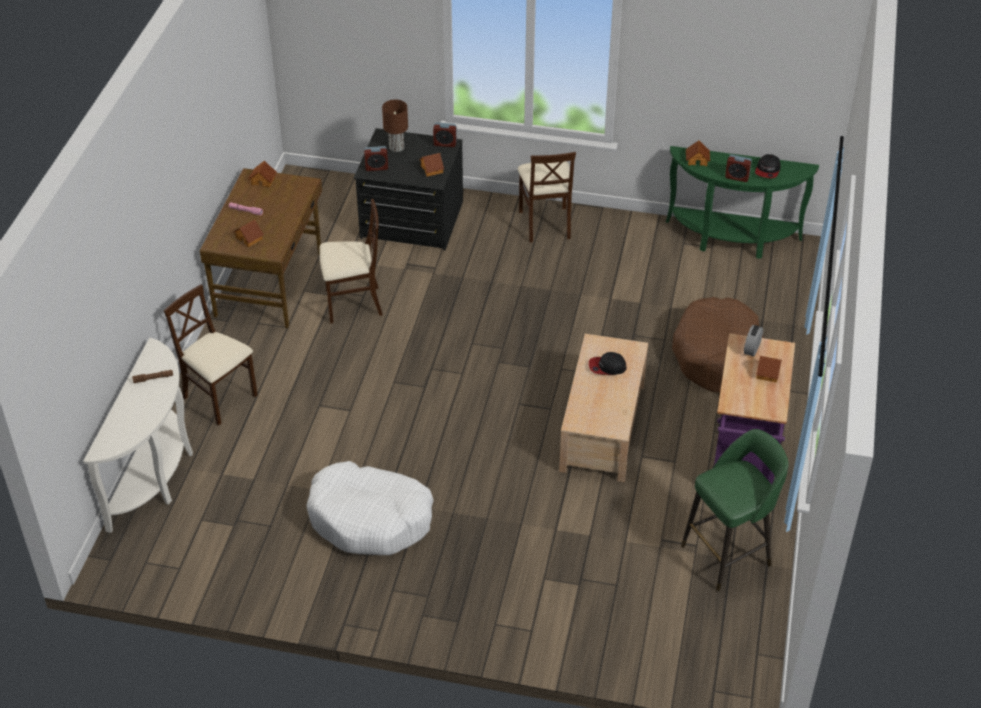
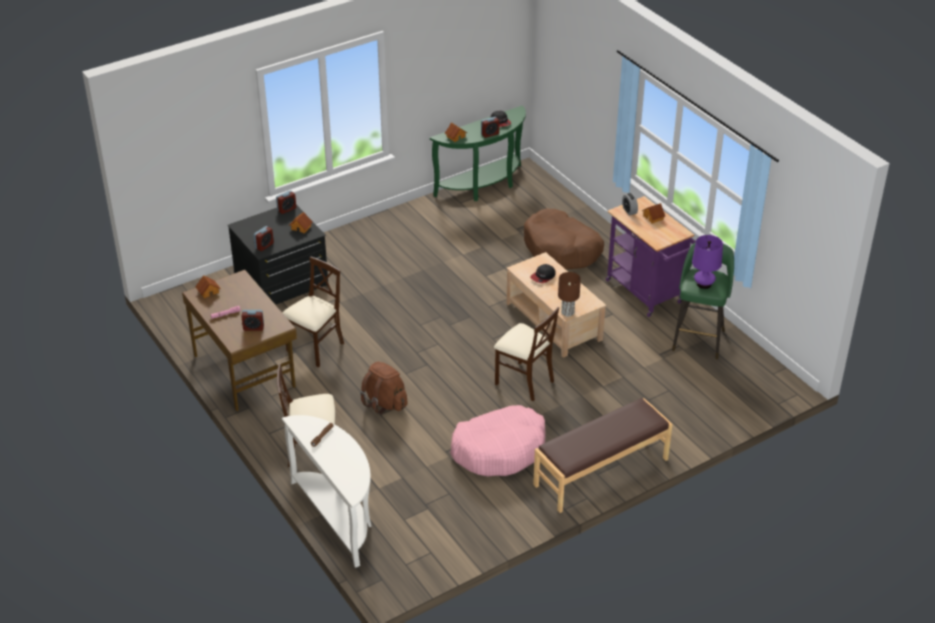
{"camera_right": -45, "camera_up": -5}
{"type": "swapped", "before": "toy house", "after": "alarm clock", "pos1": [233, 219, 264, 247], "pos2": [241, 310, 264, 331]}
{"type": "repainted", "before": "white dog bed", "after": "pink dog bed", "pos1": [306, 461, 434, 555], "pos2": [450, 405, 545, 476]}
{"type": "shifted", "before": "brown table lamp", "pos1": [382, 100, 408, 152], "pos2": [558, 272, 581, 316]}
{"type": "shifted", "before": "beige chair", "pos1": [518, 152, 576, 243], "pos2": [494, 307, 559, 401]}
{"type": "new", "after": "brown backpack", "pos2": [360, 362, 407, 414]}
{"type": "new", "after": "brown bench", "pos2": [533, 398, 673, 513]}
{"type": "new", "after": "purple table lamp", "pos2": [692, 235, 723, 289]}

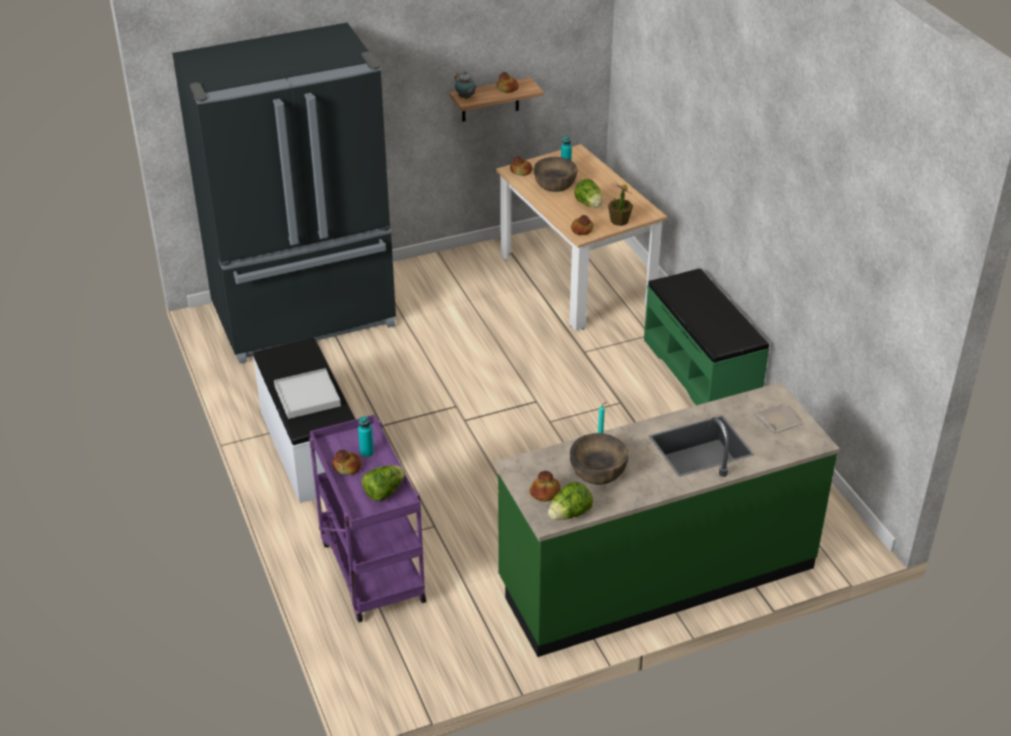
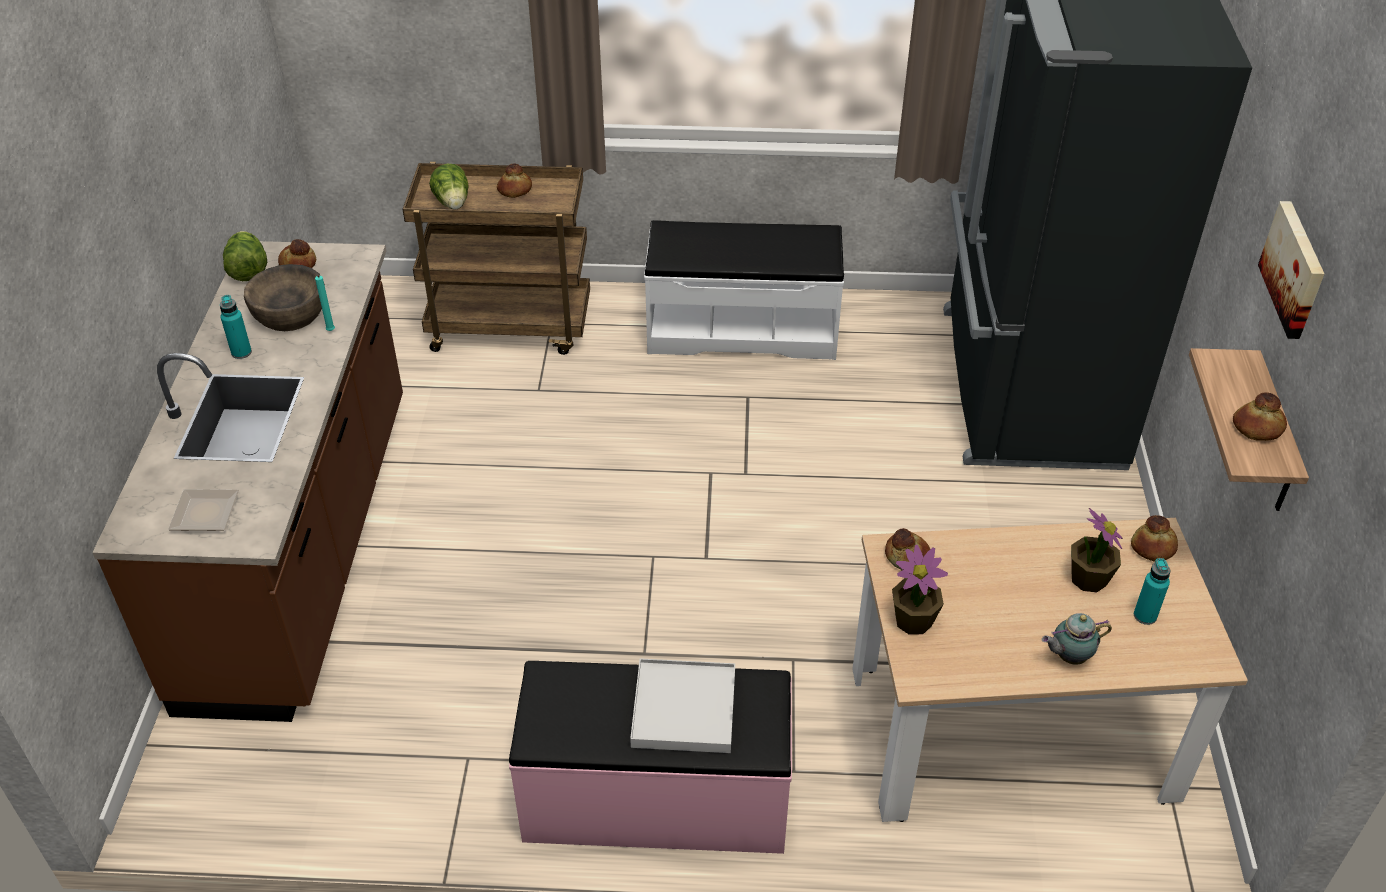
{"camera_right": 115, "camera_up": 5}
{"type": "shifted", "before": "white tray", "pos1": [274, 368, 341, 419], "pos2": [630, 658, 735, 753]}
{"type": "repainted", "before": "purple cart", "after": "brown cart", "pos1": [309, 415, 426, 622], "pos2": [403, 162, 590, 355]}
{"type": "shifted", "before": "turquoise bottle", "pos1": [358, 416, 374, 457], "pos2": [220, 295, 252, 359]}
{"type": "shifted", "before": "teapot", "pos1": [455, 71, 477, 99], "pos2": [1042, 613, 1112, 665]}
{"type": "repainted", "before": "green counter", "after": "brown counter", "pos1": [494, 382, 840, 657], "pos2": [92, 241, 403, 722]}
{"type": "swapped", "before": "brown bowl", "after": "potted plant", "pos1": [534, 157, 577, 192], "pos2": [1071, 508, 1123, 592]}
{"type": "gone", "before": "lettuce", "pos1": [574, 179, 602, 208]}
{"type": "repainted", "before": "green bench", "after": "pink bench", "pos1": [644, 268, 769, 405], "pos2": [509, 661, 792, 854]}
{"type": "new", "after": "picture", "pos2": [1258, 201, 1324, 339]}

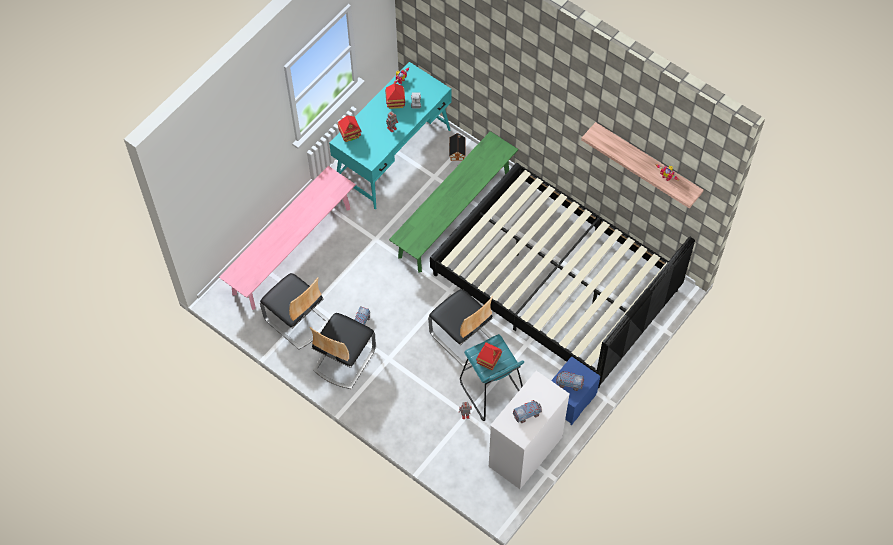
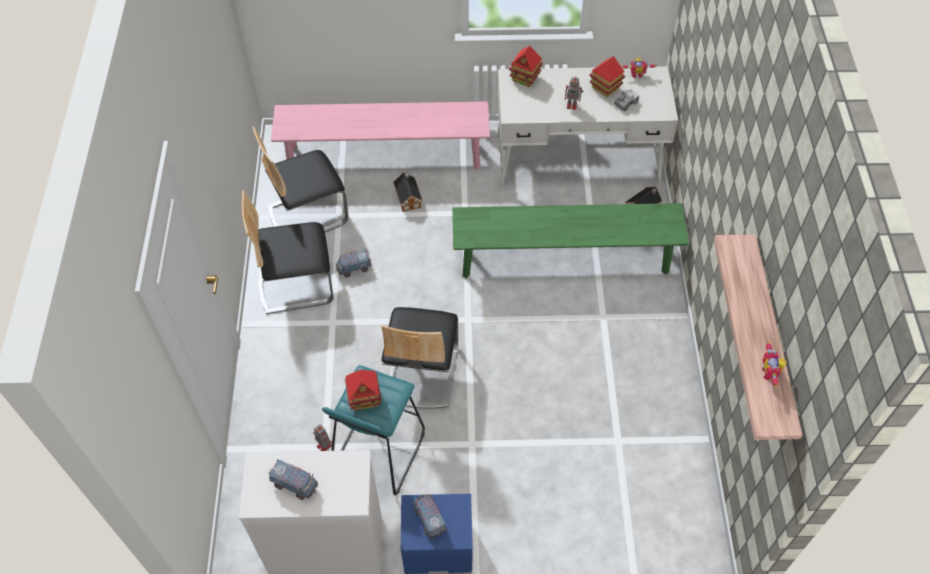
{"camera_right": 50, "camera_up": -5}
{"type": "rotated", "before": "chair", "pos1": [260, 273, 329, 350], "pos2": [253, 126, 349, 232], "turn": 60}
{"type": "repainted", "before": "turquoise desk", "after": "white desk", "pos1": [329, 62, 451, 209], "pos2": [496, 66, 678, 189]}
{"type": "gone", "before": "black bed", "pos1": [430, 163, 695, 388]}
{"type": "new", "after": "toy house", "pos2": [393, 173, 422, 212]}

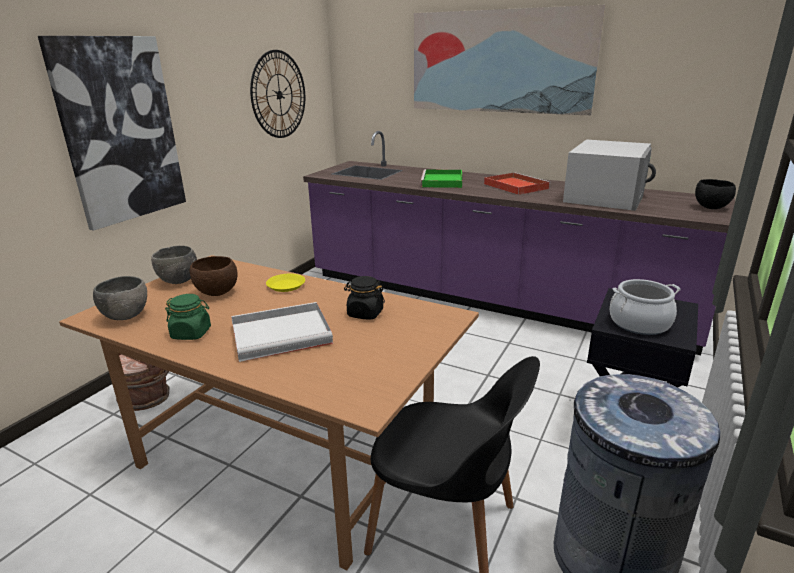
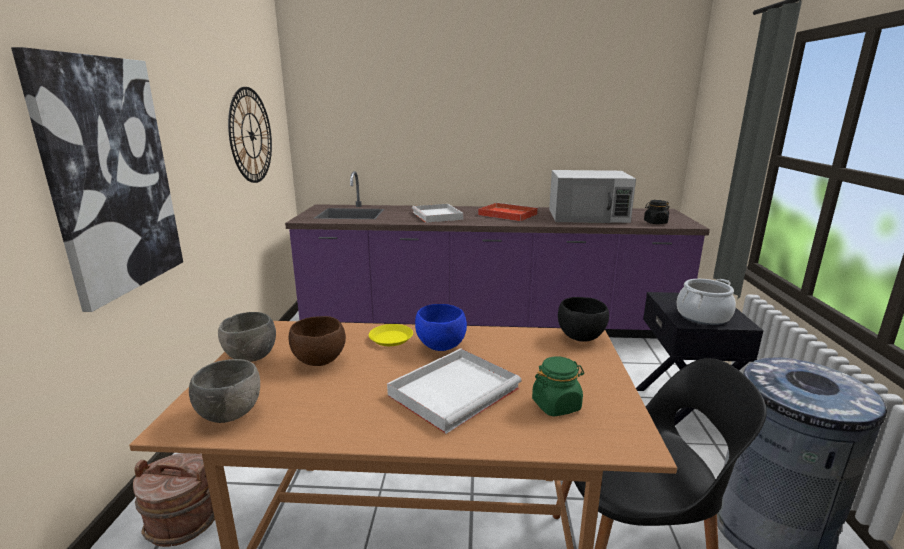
{"camera_right": -25, "camera_up": -5}
{"type": "shifted", "before": "green jar", "pos1": [165, 294, 211, 340], "pos2": [532, 356, 584, 417]}
{"type": "shifted", "before": "black jar", "pos1": [344, 276, 385, 320], "pos2": [644, 200, 670, 224]}
{"type": "gone", "before": "picture", "pos1": [414, 5, 605, 116]}
{"type": "repainted", "before": "green tray", "after": "white tray", "pos1": [420, 169, 462, 188], "pos2": [412, 204, 463, 223]}
{"type": "rotated", "before": "white microwave", "pos1": [563, 139, 656, 211], "pos2": [549, 170, 636, 223], "turn": 90}
{"type": "shifted", "before": "black bowl", "pos1": [695, 179, 736, 209], "pos2": [558, 297, 609, 342]}
{"type": "new", "after": "blue bowl", "pos2": [415, 304, 467, 351]}

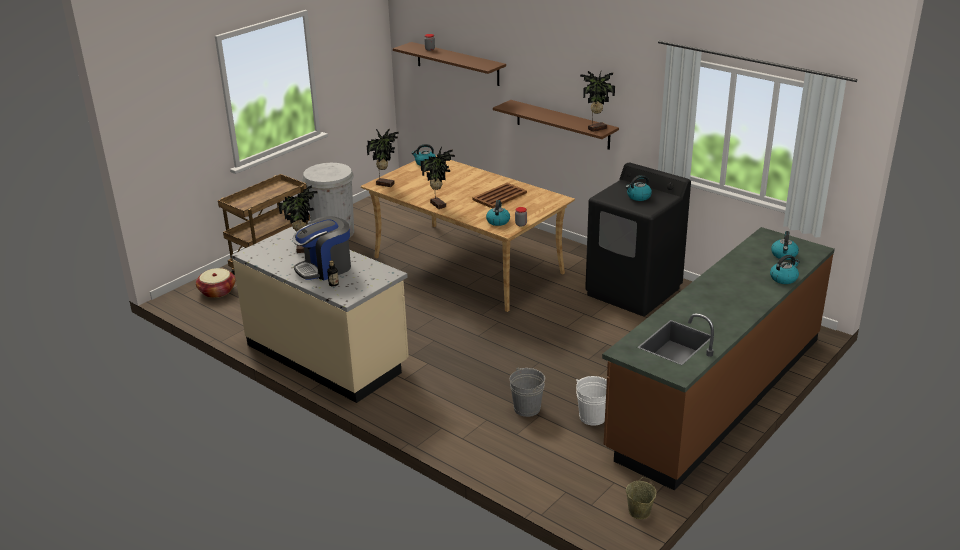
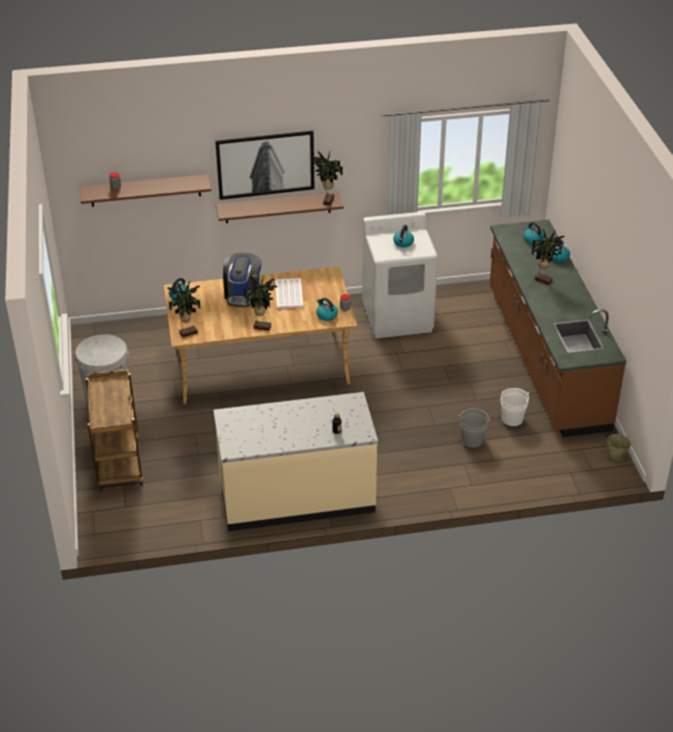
{"camera_right": -50, "camera_up": 10}
{"type": "gone", "before": "basket", "pos1": [196, 268, 235, 298]}
{"type": "shifted", "before": "potted plant", "pos1": [278, 185, 318, 253], "pos2": [532, 229, 564, 285]}
{"type": "shifted", "before": "coffee machine", "pos1": [293, 216, 351, 280], "pos2": [223, 253, 261, 307]}
{"type": "repainted", "before": "brown tray", "after": "white tray", "pos1": [472, 183, 527, 209], "pos2": [275, 278, 303, 309]}
{"type": "repainted", "before": "black washing machine", "after": "white washing machine", "pos1": [585, 163, 691, 316], "pos2": [362, 212, 438, 338]}
{"type": "new", "after": "picture", "pos2": [215, 130, 315, 200]}

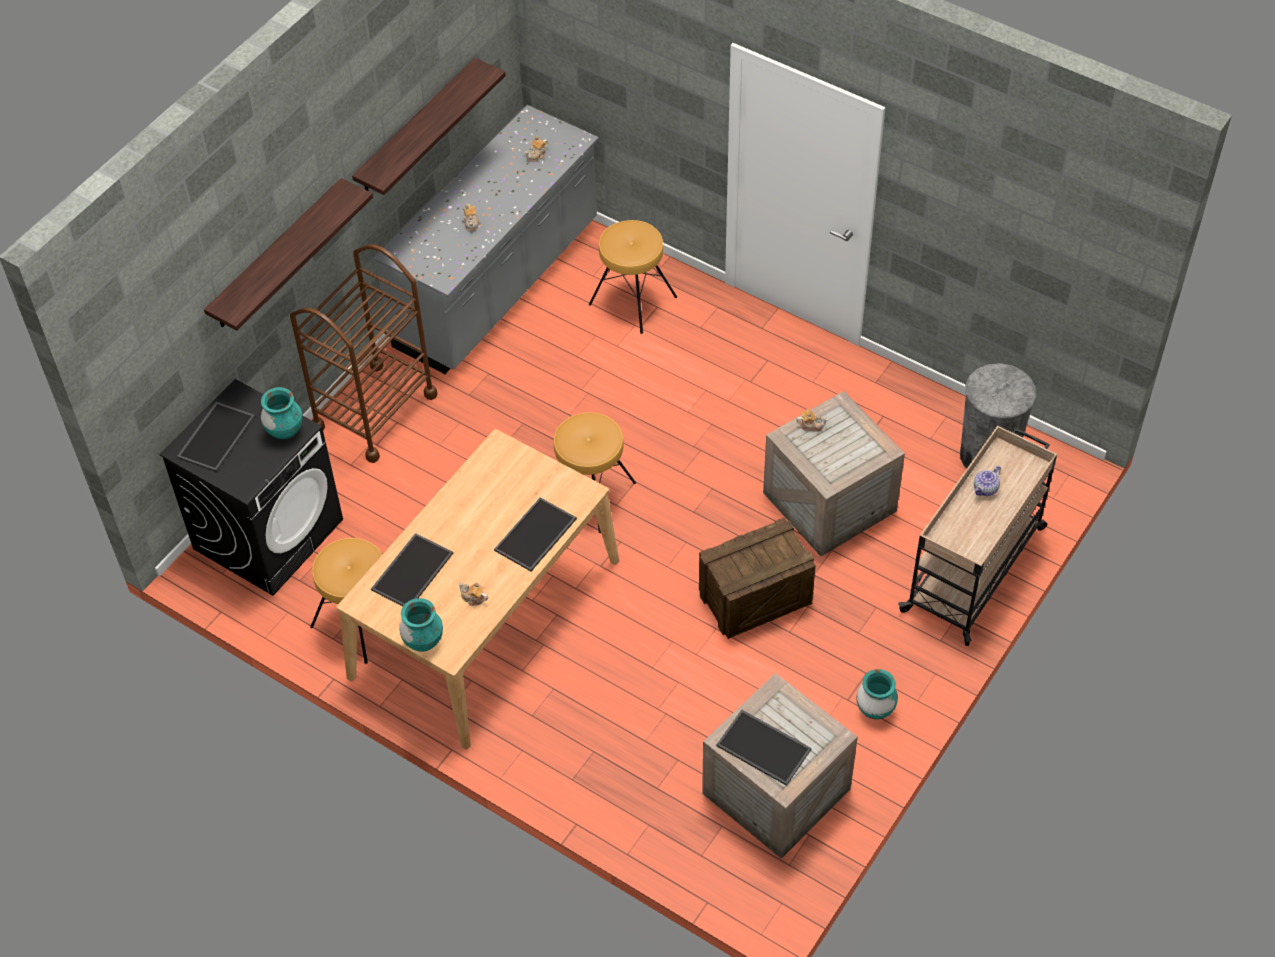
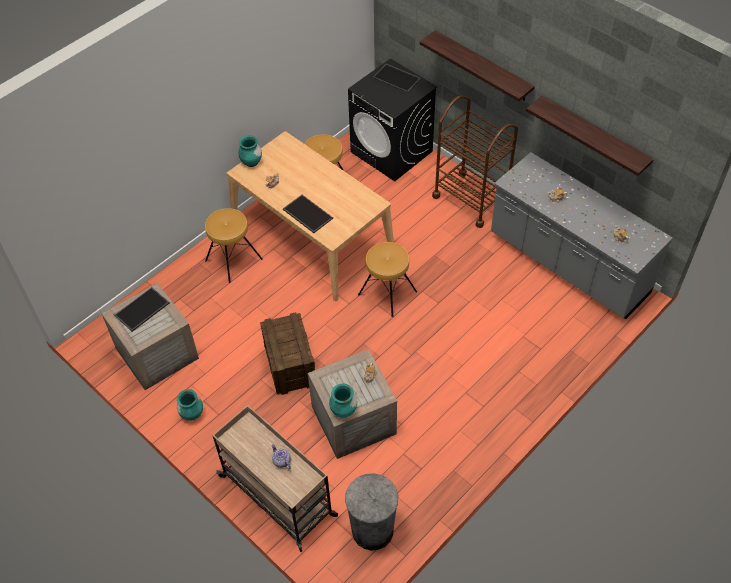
{"camera_right": 100, "camera_up": 0}
{"type": "shifted", "before": "turquoise vase", "pos1": [261, 387, 302, 440], "pos2": [329, 384, 357, 418]}
{"type": "gone", "before": "tray", "pos1": [371, 533, 453, 606]}
{"type": "shifted", "before": "brown stool", "pos1": [589, 220, 677, 334], "pos2": [205, 208, 263, 283]}

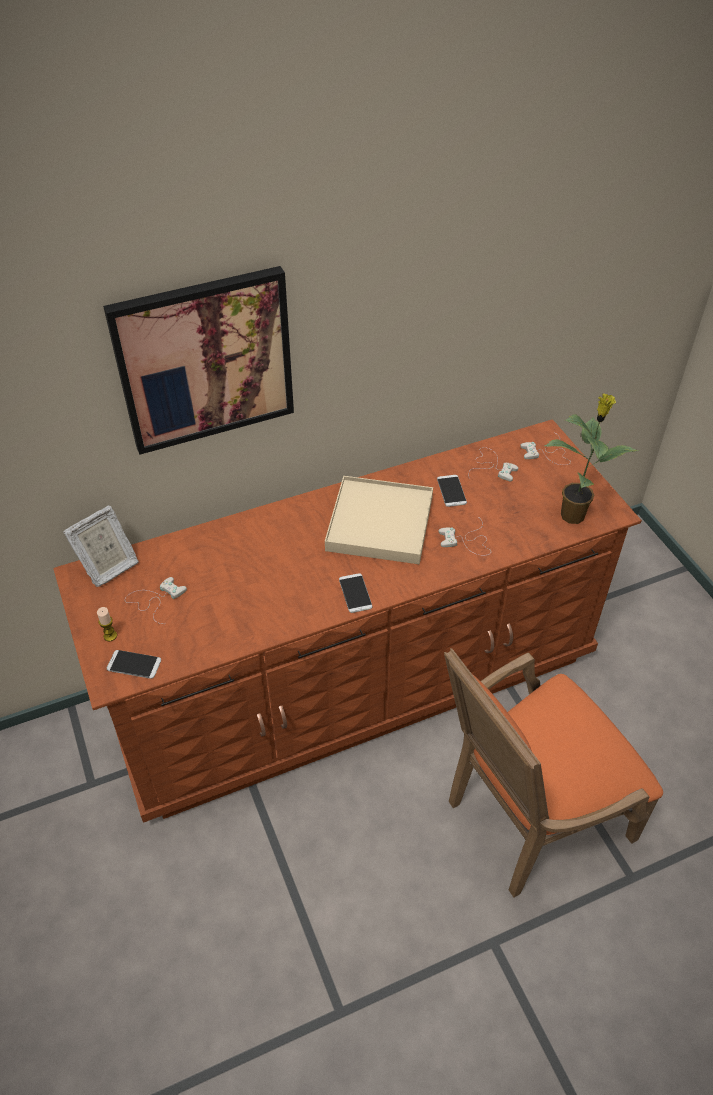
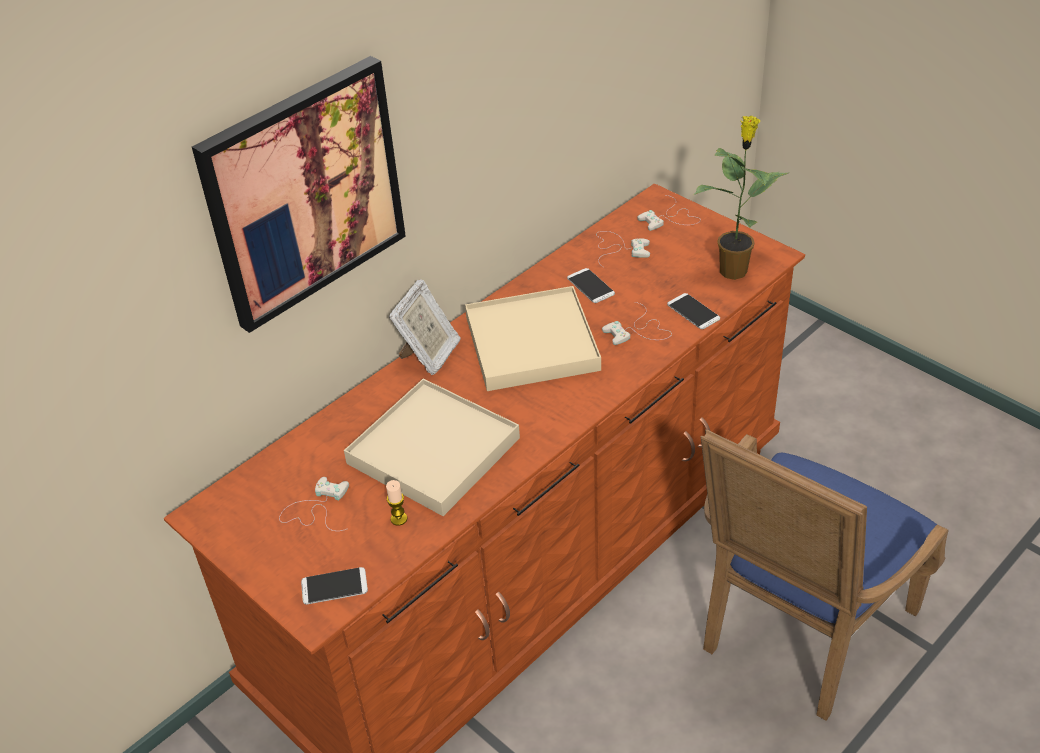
{"camera_right": -20, "camera_up": -5}
{"type": "shifted", "before": "picture frame", "pos1": [63, 505, 139, 587], "pos2": [389, 279, 461, 375]}
{"type": "shifted", "before": "candle", "pos1": [97, 607, 117, 641], "pos2": [386, 480, 407, 526]}
{"type": "shifted", "before": "phone", "pos1": [339, 573, 372, 613], "pos2": [667, 293, 720, 329]}
{"type": "repainted", "before": "orange armchair", "after": "blue armchair", "pos1": [444, 648, 663, 897], "pos2": [701, 429, 949, 721]}
{"type": "new", "after": "beige tray", "pos2": [344, 379, 520, 516]}

